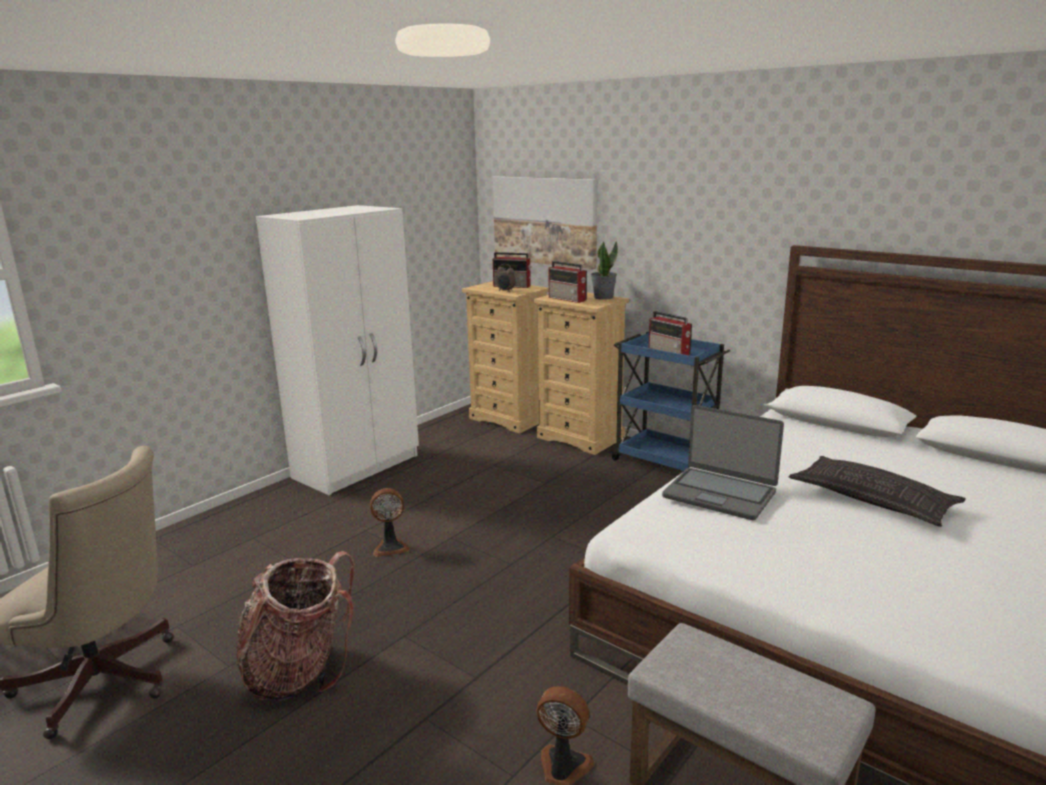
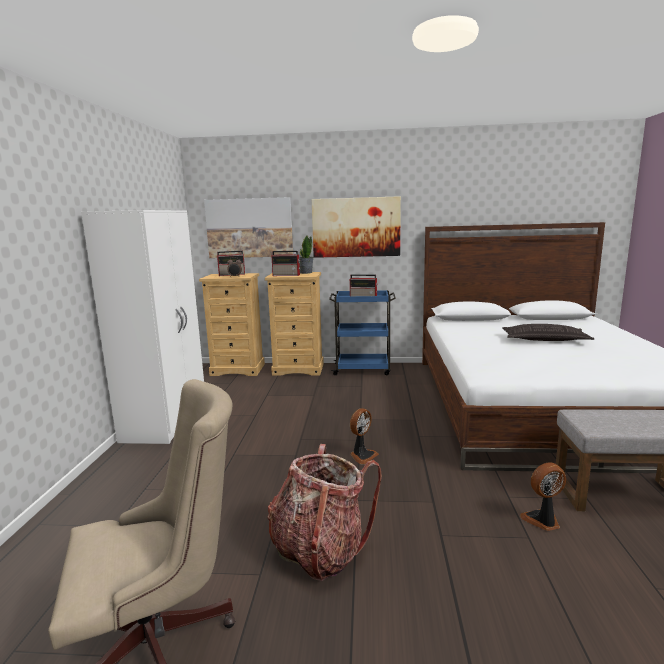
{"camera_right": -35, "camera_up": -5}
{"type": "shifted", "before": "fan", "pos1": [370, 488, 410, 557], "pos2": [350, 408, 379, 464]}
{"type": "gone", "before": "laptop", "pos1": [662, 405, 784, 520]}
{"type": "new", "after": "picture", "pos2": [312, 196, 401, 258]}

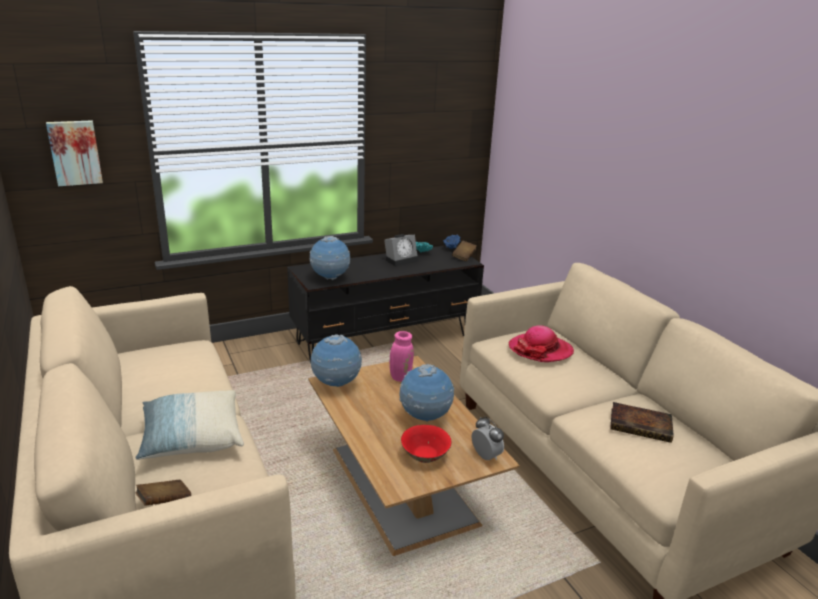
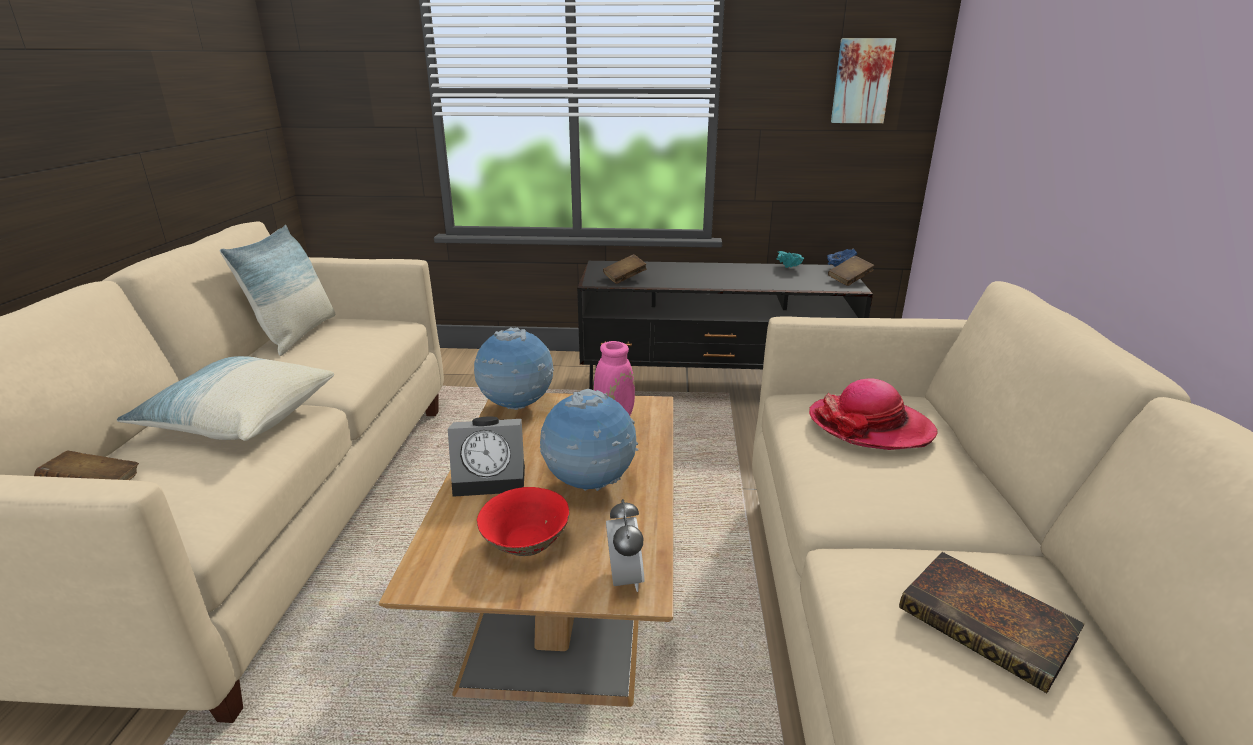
{"camera_right": 30, "camera_up": 0}
{"type": "shifted", "before": "picture", "pos1": [46, 120, 103, 186], "pos2": [831, 38, 897, 123]}
{"type": "swapped", "before": "globe", "after": "brown book", "pos1": [310, 236, 350, 280], "pos2": [603, 254, 647, 284]}
{"type": "shifted", "before": "alarm clock", "pos1": [384, 234, 418, 266], "pos2": [448, 417, 525, 497]}
{"type": "new", "after": "pillow", "pos2": [220, 225, 335, 356]}

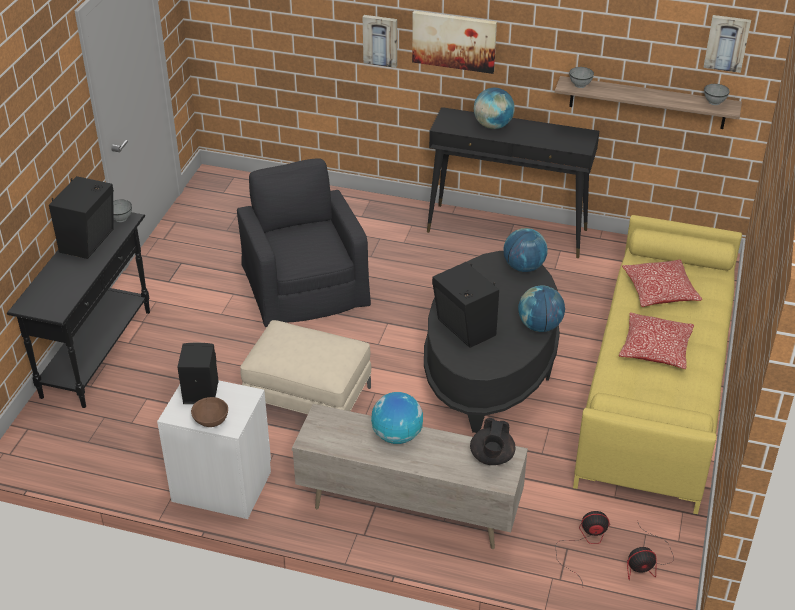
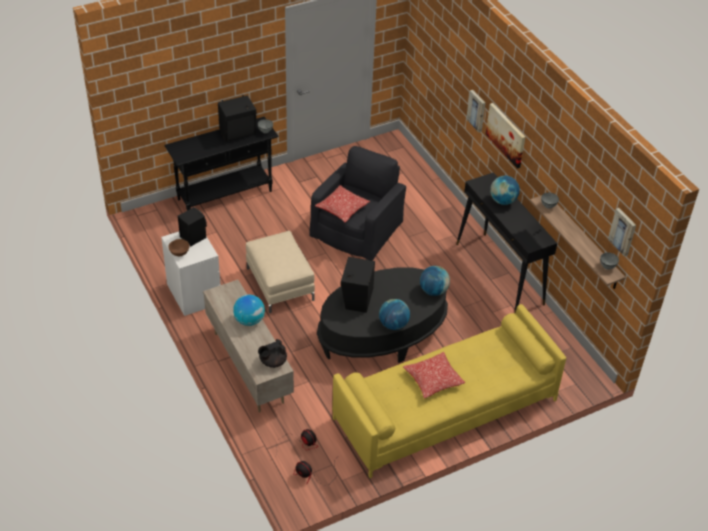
{"camera_right": 45, "camera_up": 5}
{"type": "shifted", "before": "pillow", "pos1": [622, 260, 702, 307], "pos2": [315, 185, 370, 223]}

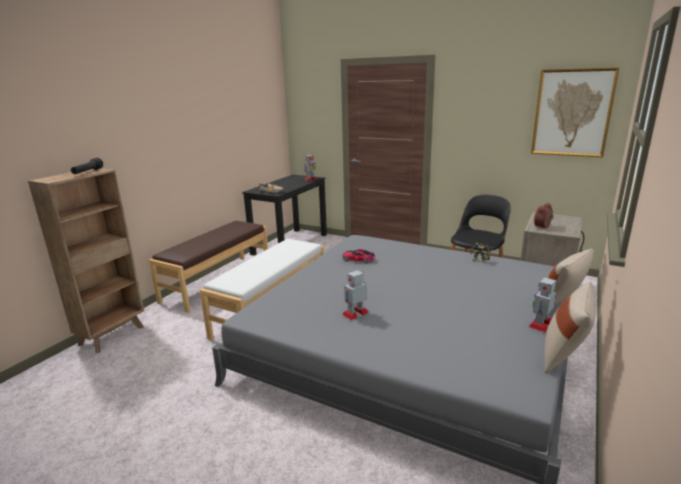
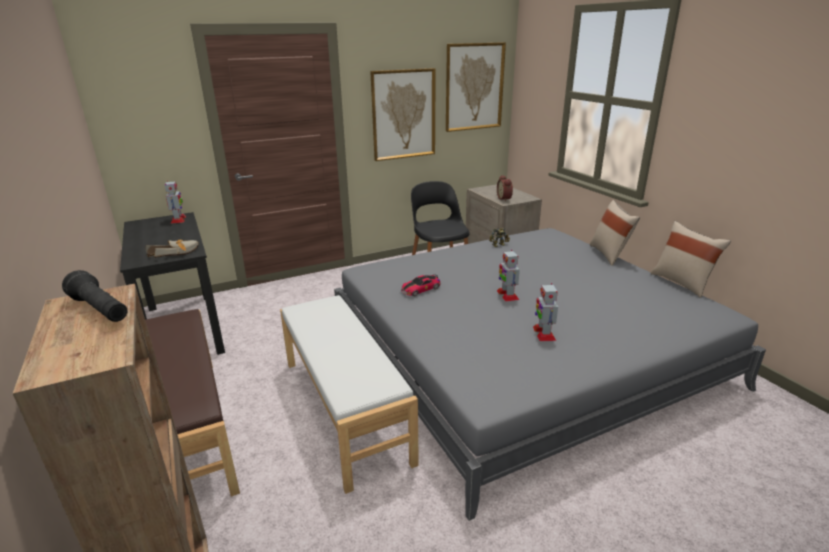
{"camera_right": -55, "camera_up": 5}
{"type": "shifted", "before": "toy robot", "pos1": [529, 277, 556, 332], "pos2": [497, 250, 520, 302]}
{"type": "new", "after": "picture", "pos2": [370, 68, 436, 161]}

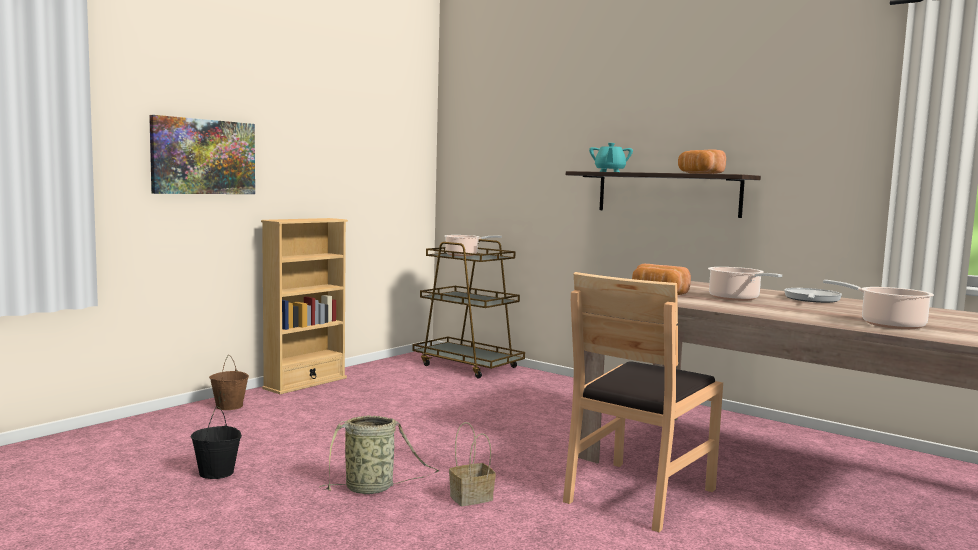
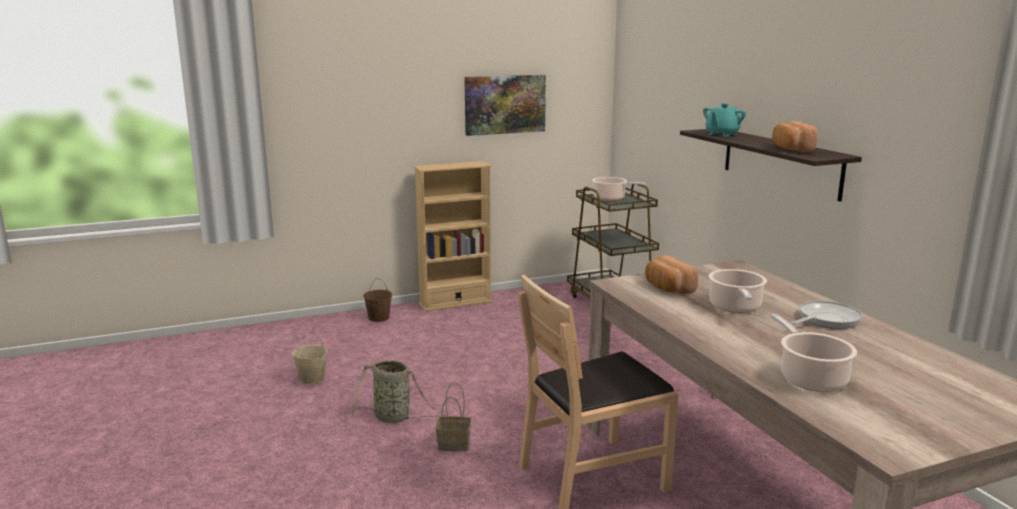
{"camera_right": 30, "camera_up": 10}
{"type": "shifted", "before": "picture", "pos1": [149, 115, 255, 194], "pos2": [464, 75, 546, 136]}
{"type": "repainted", "before": "black bucket", "after": "beige bucket", "pos1": [190, 406, 242, 479], "pos2": [292, 332, 328, 385]}

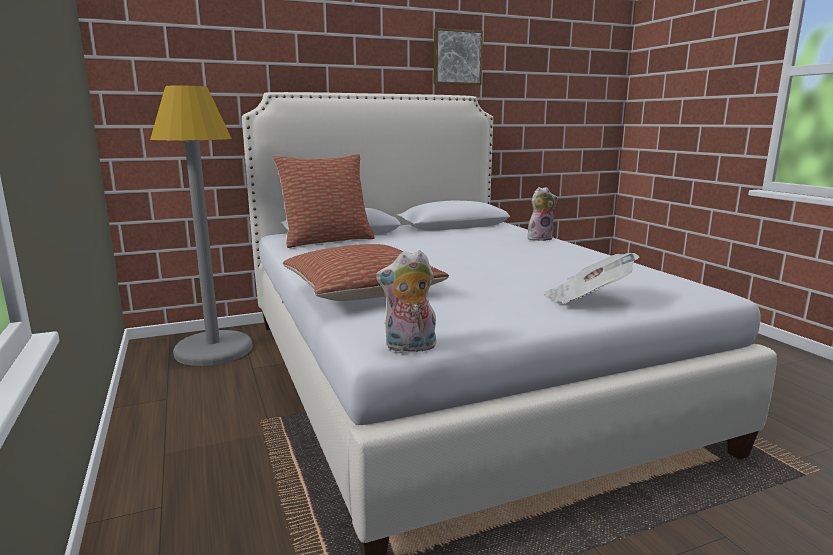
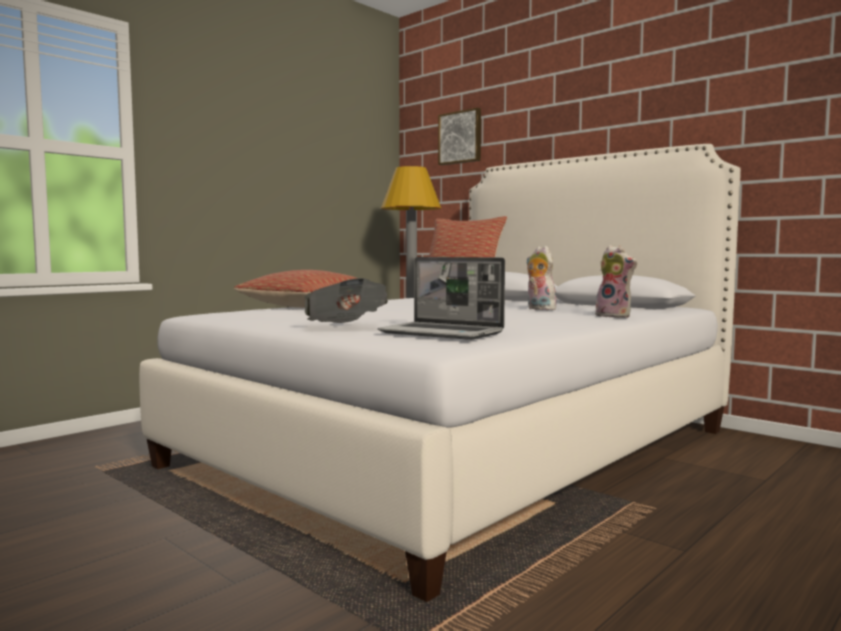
{"camera_right": 65, "camera_up": -10}
{"type": "shifted", "before": "plush toy", "pos1": [376, 250, 436, 352], "pos2": [526, 246, 556, 310]}
{"type": "shifted", "before": "picture", "pos1": [434, 28, 483, 85], "pos2": [438, 108, 481, 165]}
{"type": "new", "after": "laptop", "pos2": [378, 257, 505, 340]}

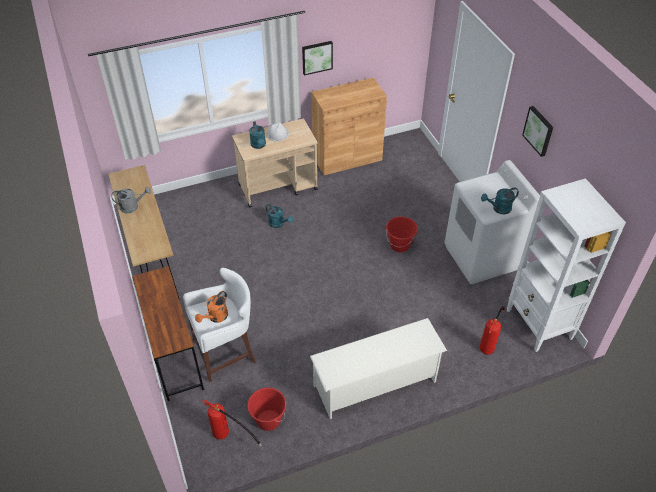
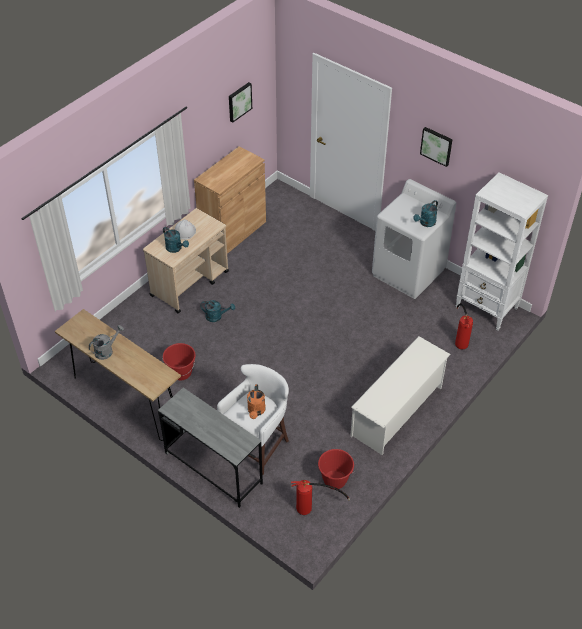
{"camera_right": -30, "camera_up": 0}
{"type": "repainted", "before": "brown desk", "after": "grey desk", "pos1": [132, 266, 204, 401], "pos2": [158, 387, 263, 508]}
{"type": "shifted", "before": "picture", "pos1": [302, 41, 333, 76], "pos2": [229, 82, 252, 123]}
{"type": "shifted", "before": "red bucket", "pos1": [386, 216, 418, 252], "pos2": [163, 343, 196, 380]}

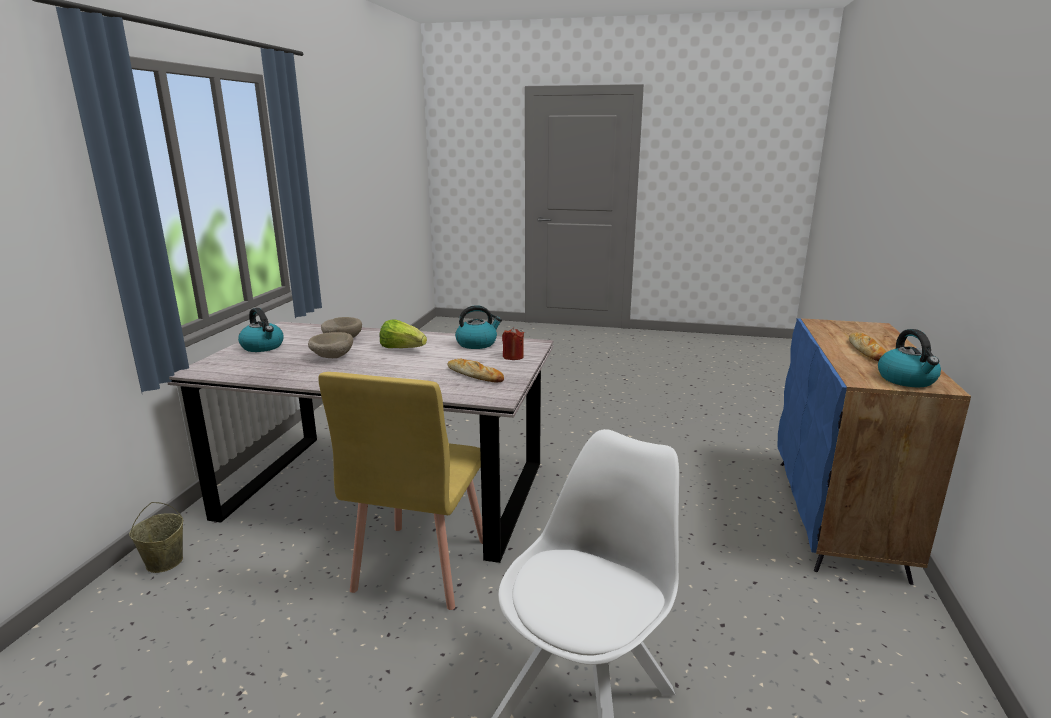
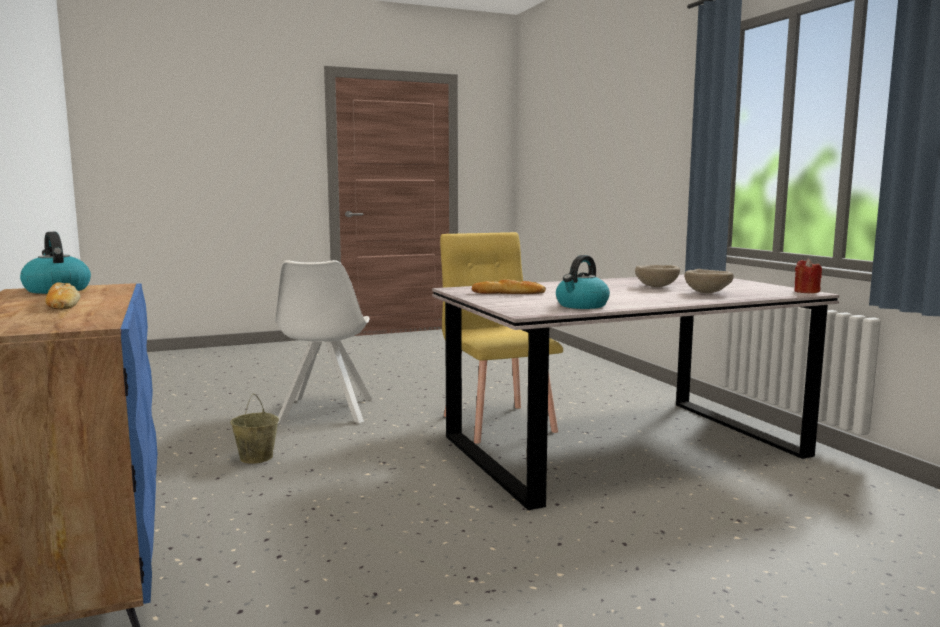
{"camera_right": 145, "camera_up": -10}
{"type": "shifted", "before": "beige bucket", "pos1": [129, 502, 183, 573], "pos2": [230, 393, 279, 464]}
{"type": "gone", "before": "kettle", "pos1": [238, 308, 284, 352]}
{"type": "gone", "before": "lettuce", "pos1": [380, 319, 427, 348]}
{"type": "shifted", "before": "red candle", "pos1": [502, 327, 524, 360], "pos2": [794, 259, 822, 293]}

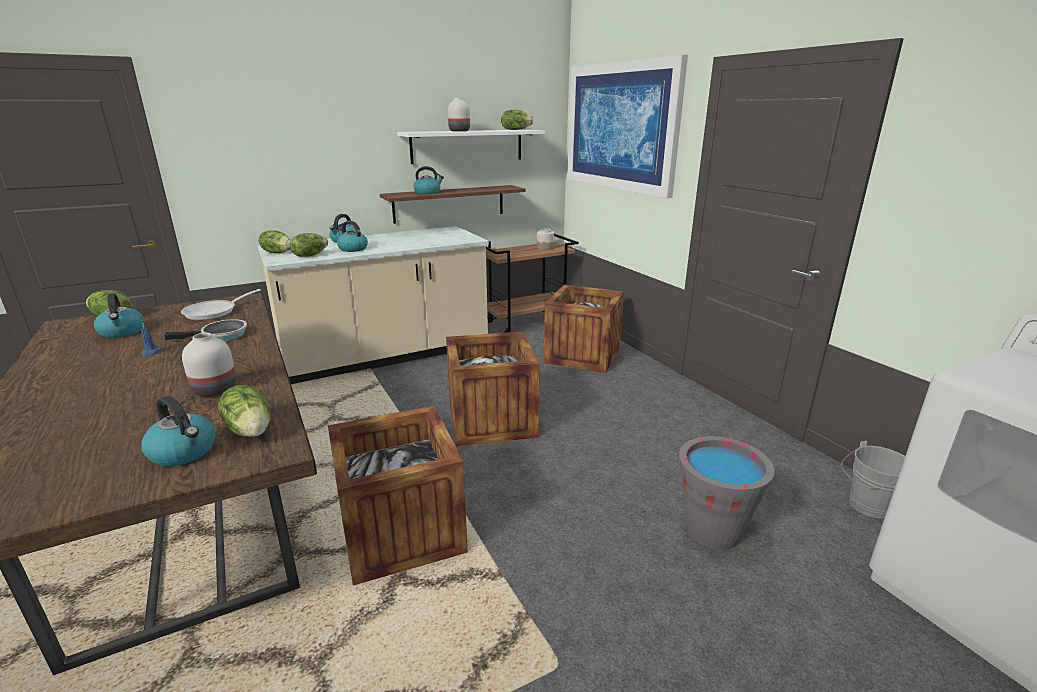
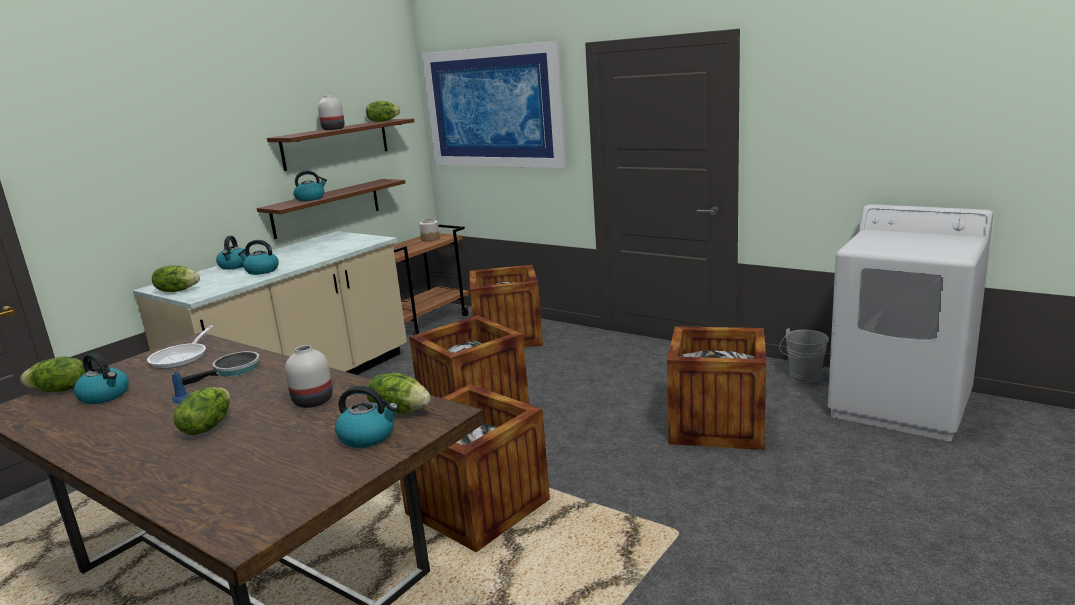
{"camera_right": -25, "camera_up": -5}
{"type": "shifted", "before": "lettuce", "pos1": [290, 233, 328, 257], "pos2": [174, 387, 230, 435]}
{"type": "repainted", "before": "white shelf", "after": "brown shelf", "pos1": [397, 130, 545, 164], "pos2": [267, 119, 415, 171]}
{"type": "swapped", "before": "grey bucket", "after": "crate", "pos1": [679, 436, 774, 550], "pos2": [667, 326, 766, 450]}

